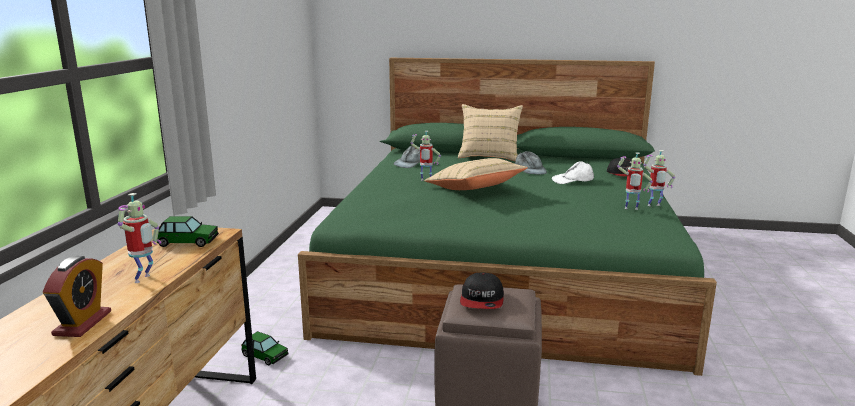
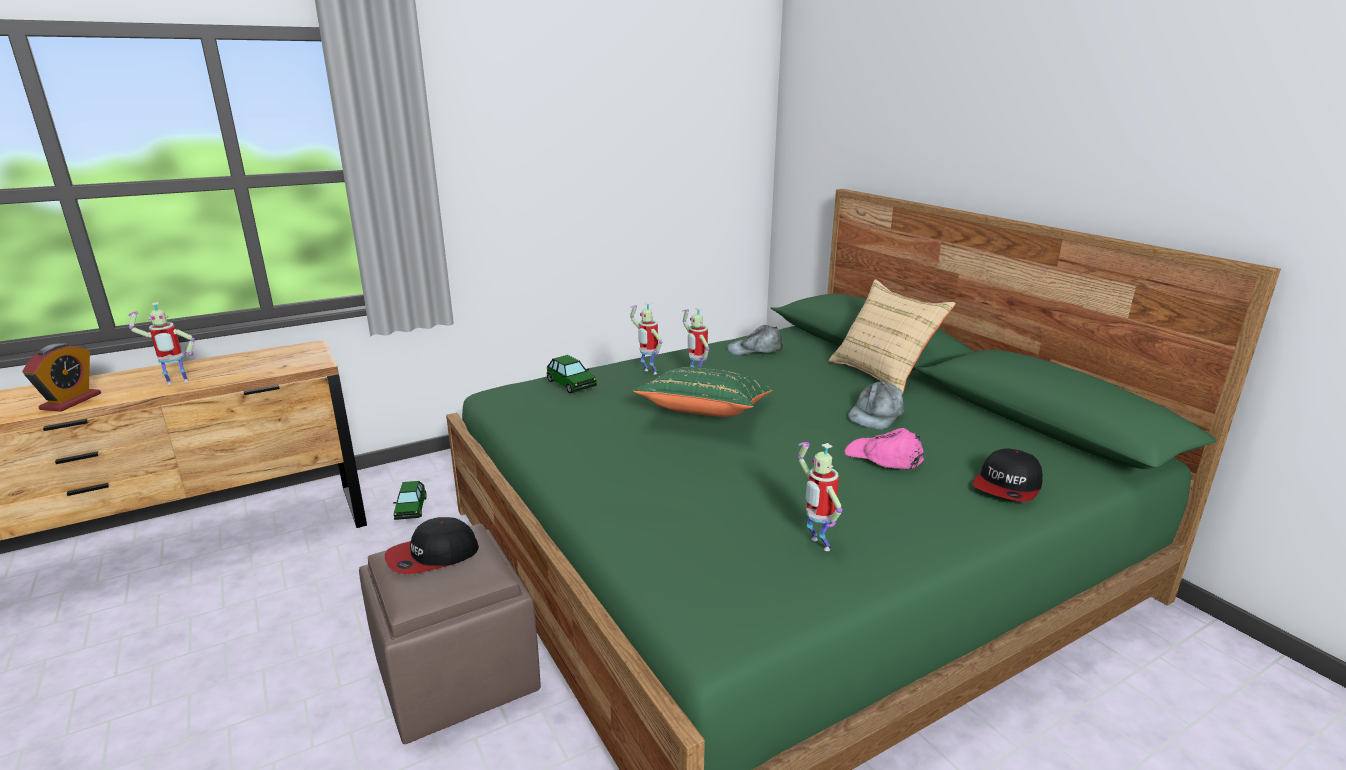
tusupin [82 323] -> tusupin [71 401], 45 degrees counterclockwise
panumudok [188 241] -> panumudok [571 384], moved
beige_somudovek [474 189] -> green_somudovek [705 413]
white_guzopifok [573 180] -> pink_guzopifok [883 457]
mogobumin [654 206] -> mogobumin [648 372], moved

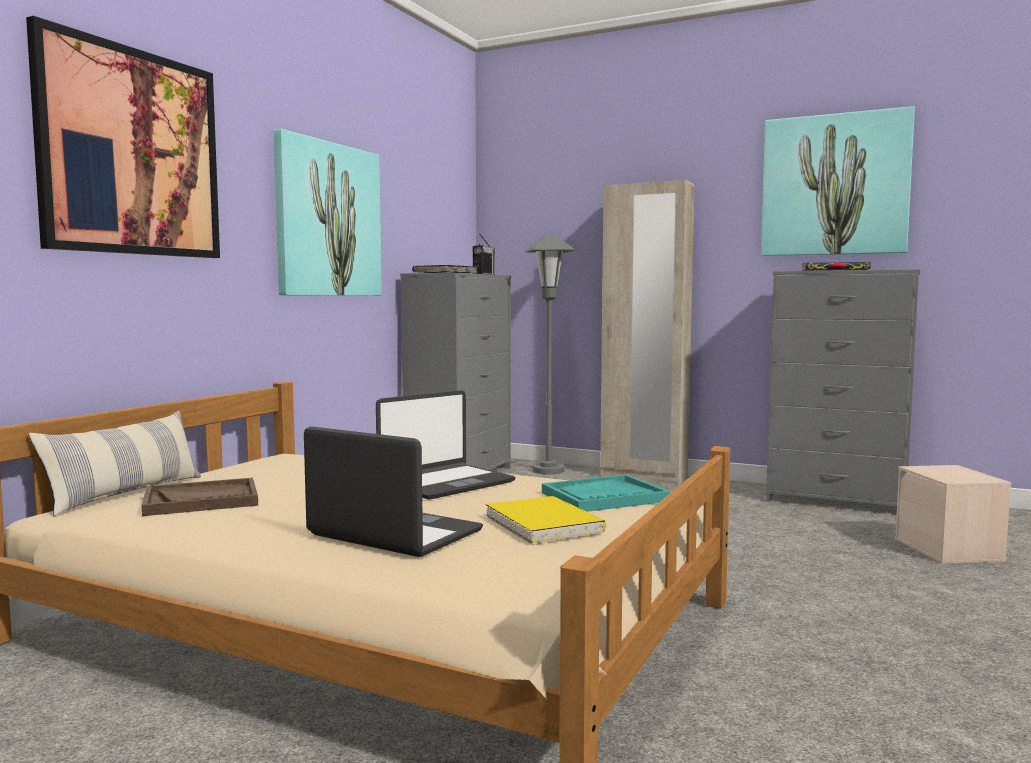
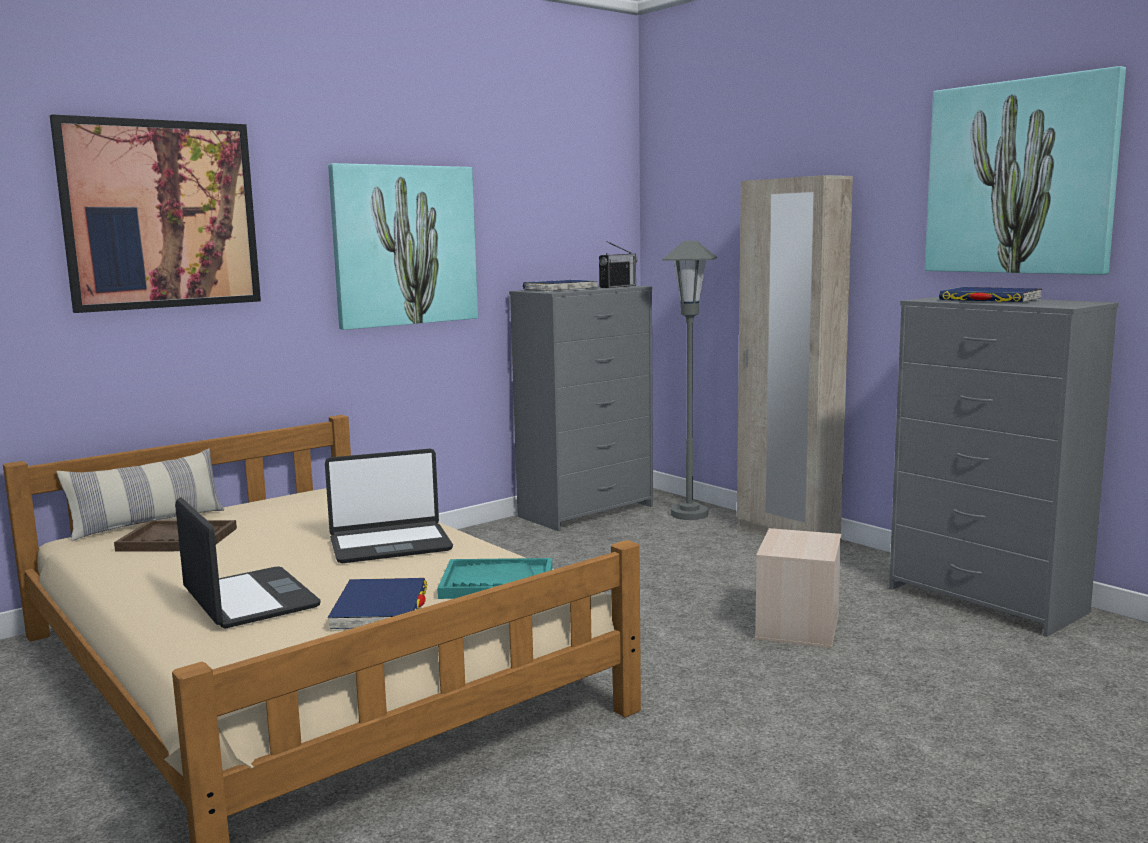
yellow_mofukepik [543 525] -> blue_mofukepik [380 609]
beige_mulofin [949 549] -> beige_mulofin [799 627], moved

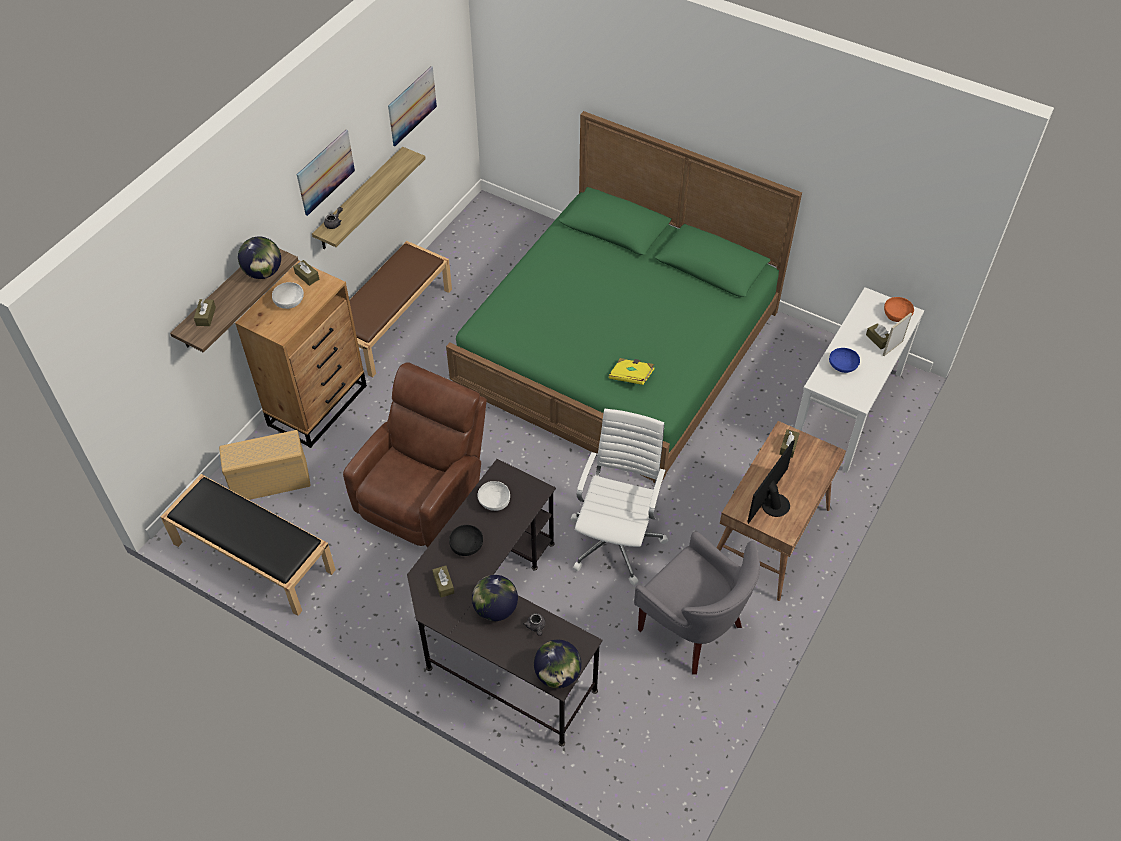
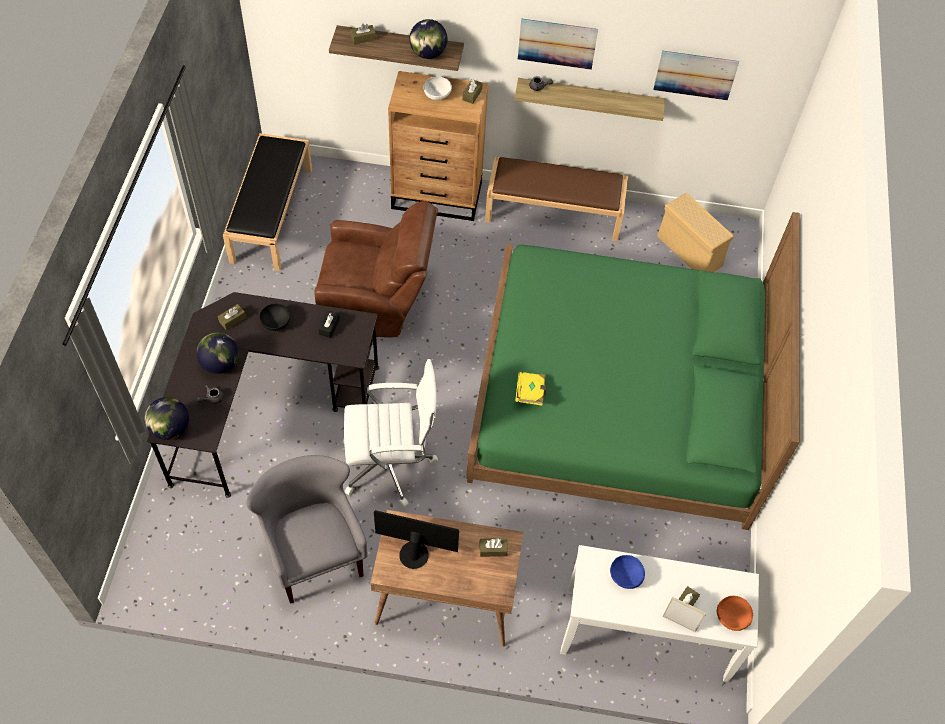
beige_mulofin [272 482] -> beige_mulofin [690 251], moved
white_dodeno [494 502] -> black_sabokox [329 327]
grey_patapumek [692 630] -> grey_patapumek [315 556], 135 degrees clockwise

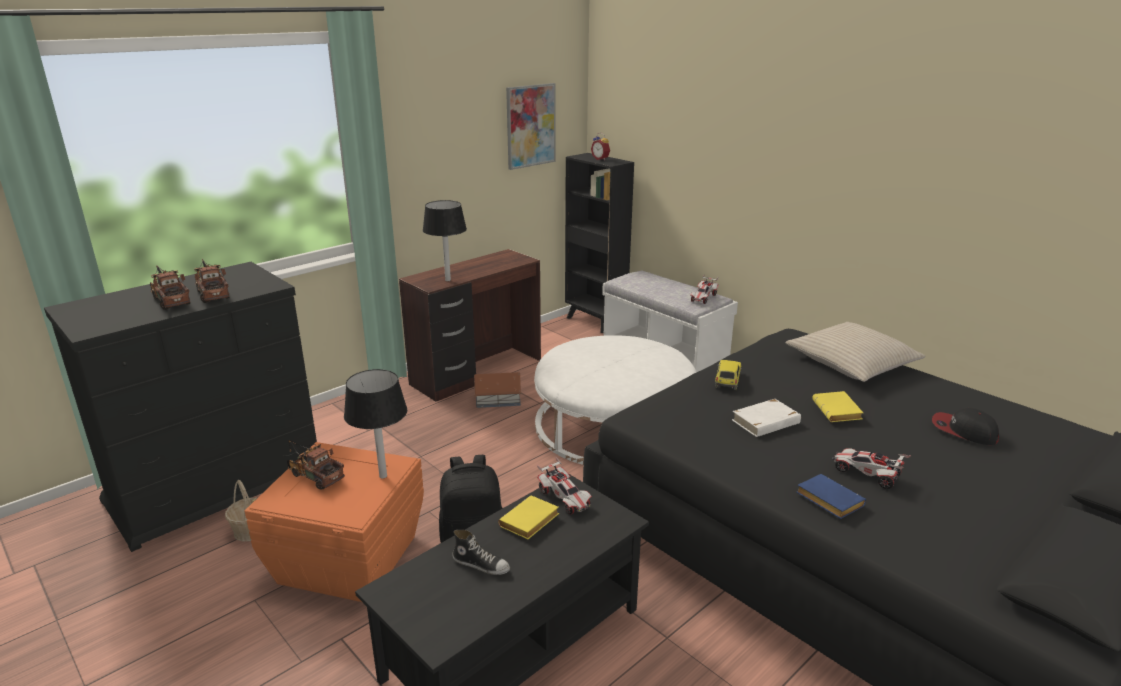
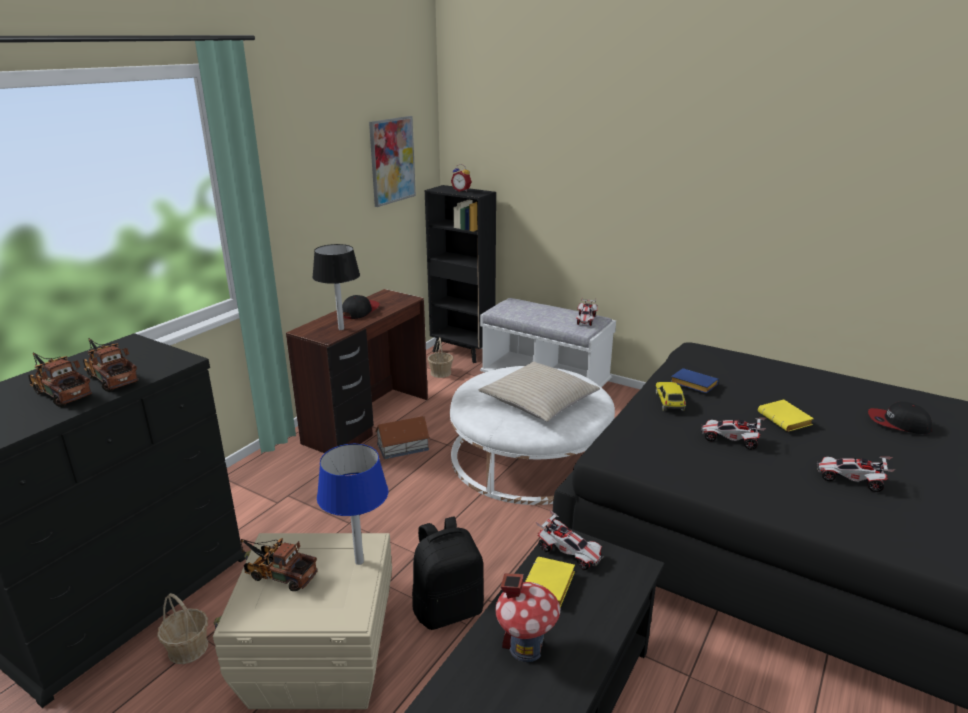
orange_mulofin [346 560] -> beige_mulofin [318 661]
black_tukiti [383 476] -> blue_tukiti [359 562]
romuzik [481 564] -> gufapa [526 648]
white_mofukepik [766 422] -> panumudok [730 440]
beige_somudovek [852 363] -> beige_somudovek [539 401], moved
blue_mofukepik [827 500] -> blue_mofukepik [692 384], moved
none -> guzopifok [360 311]
none -> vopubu [441 373]

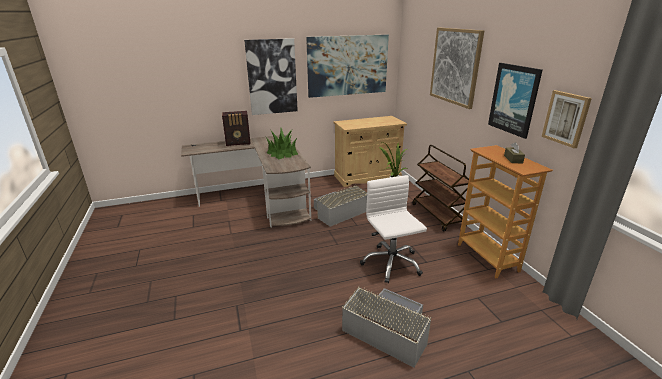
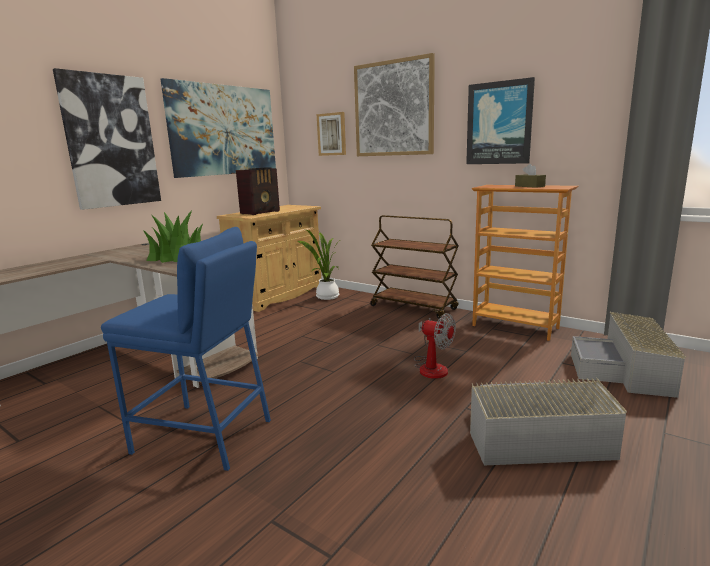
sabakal [239 143] -> sabakal [261 212], moved
grey_mulofin [338 212] -> grey_mulofin [624 370], moved
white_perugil [391 263] -> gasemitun [431 367]
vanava [566 118] -> vanava [332 134], moved
none -> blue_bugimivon [204 436]

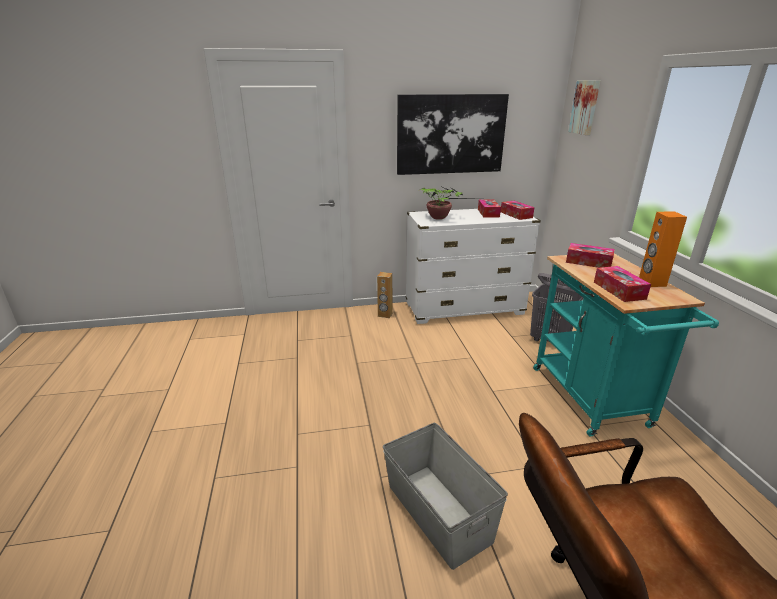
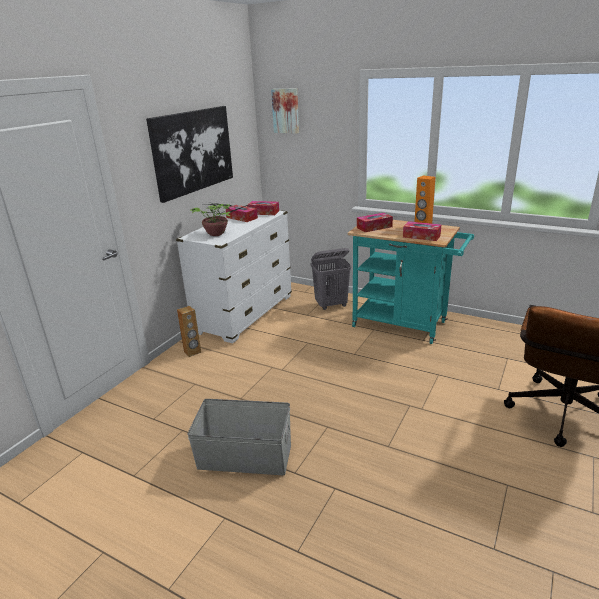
grey_mulofin [438 511] -> grey_mulofin [244 456], moved

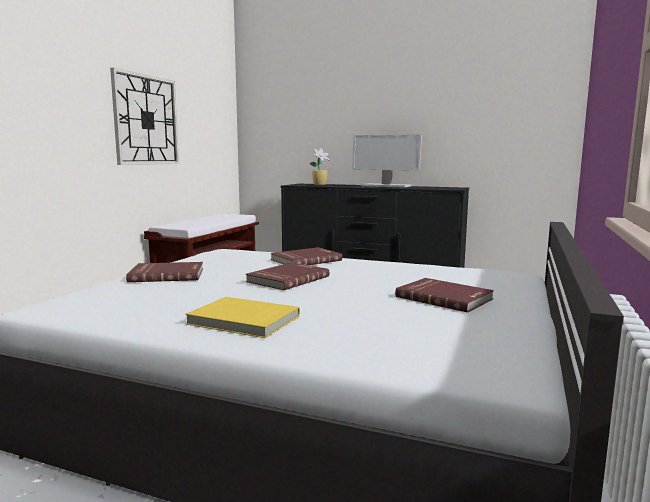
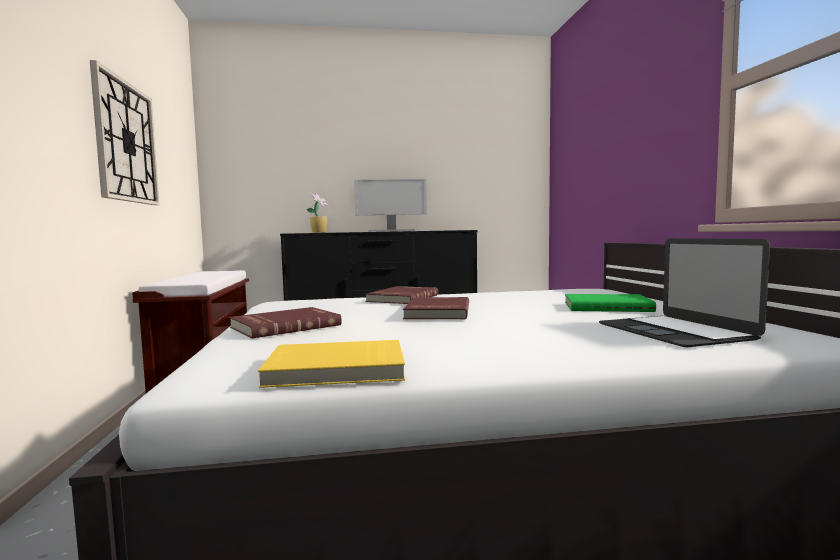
yellow_mofukepik [243 321] -> yellow_mofukepik [336 369], moved
red_mofukepik [444 297] -> green_mofukepik [606 306]
none -> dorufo [674 331]

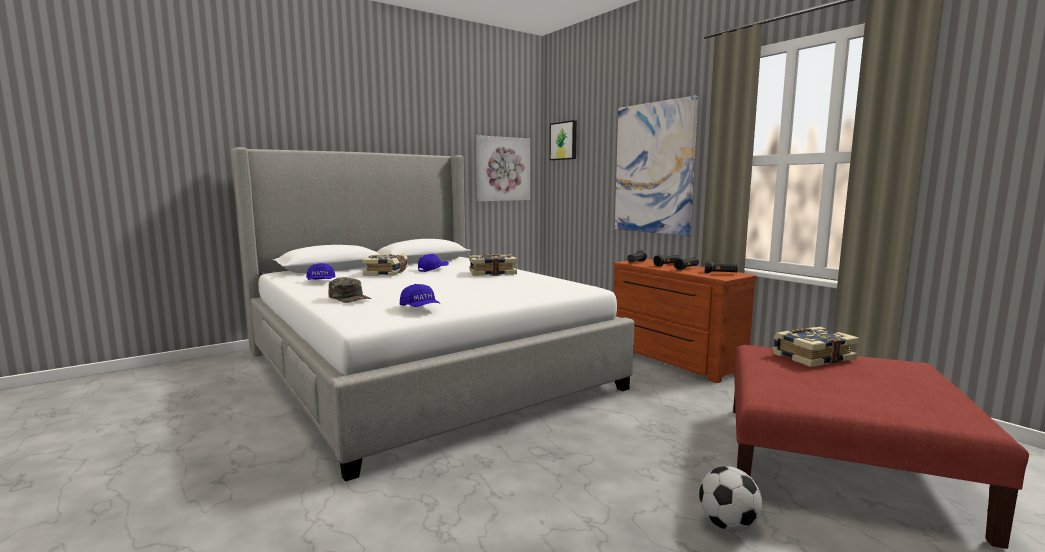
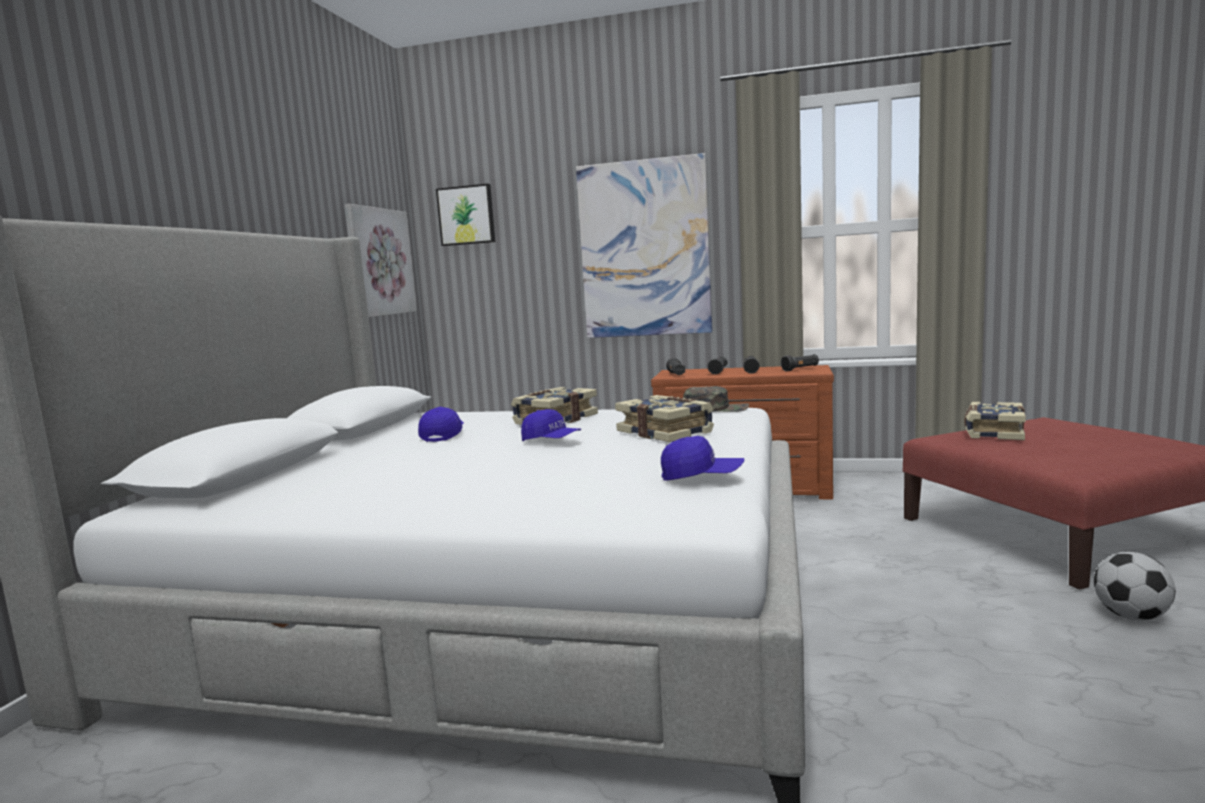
blue_guzopifok [321 282] -> blue_guzopifok [551 441], moved
green_guzopifok [350 297] -> green_guzopifok [715 409], moved
mofukepik [387 273] -> mofukepik [666 432], moved

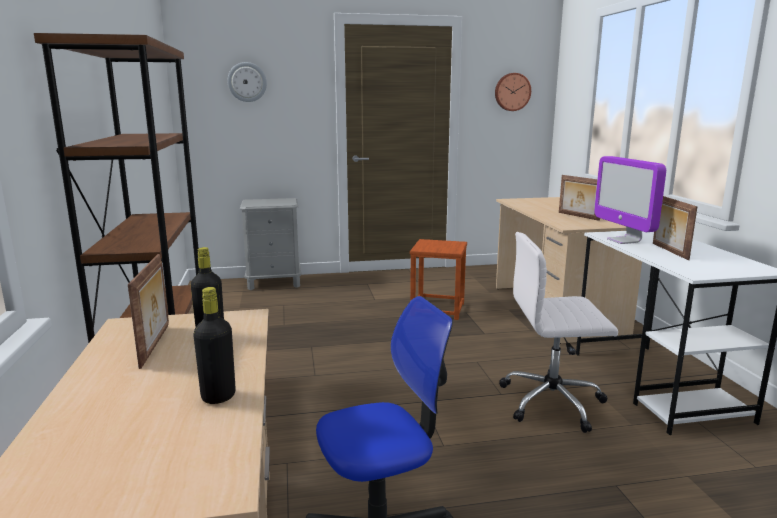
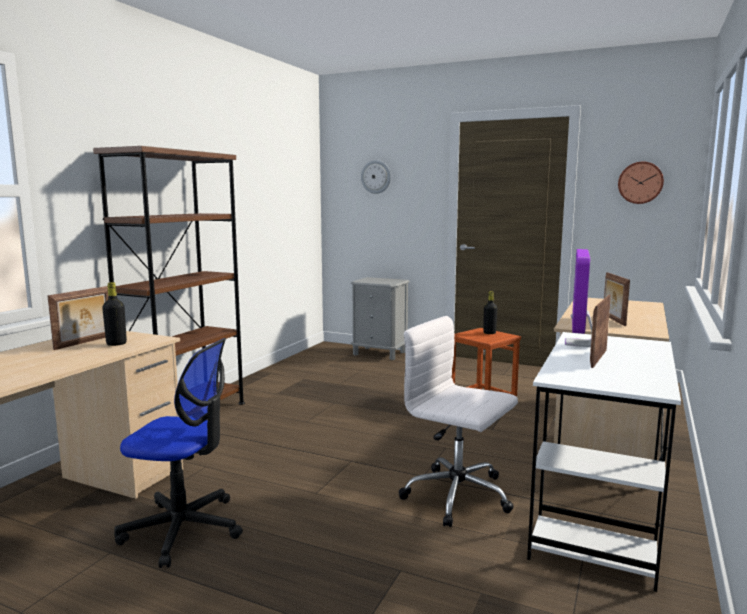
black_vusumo [218 396] -> black_vusumo [489 333], moved

